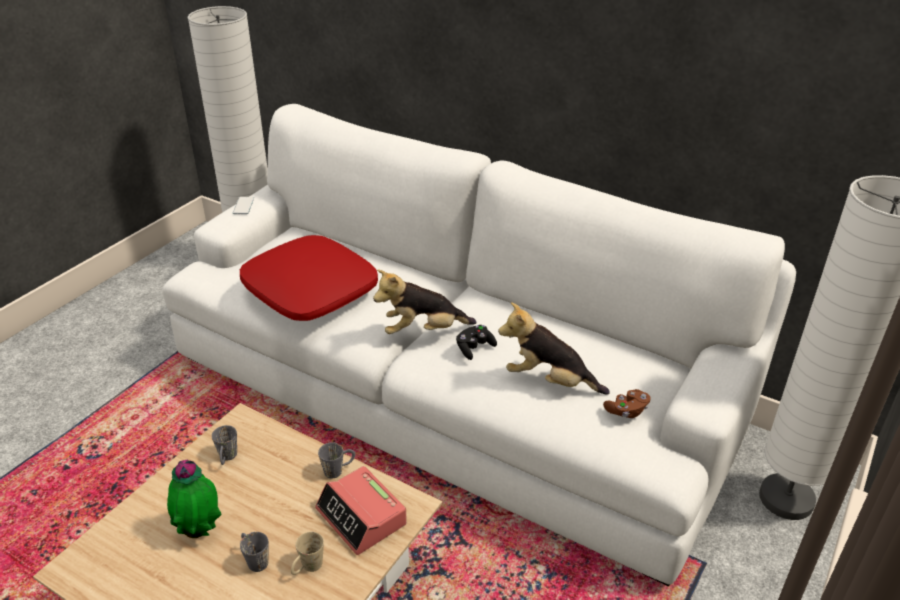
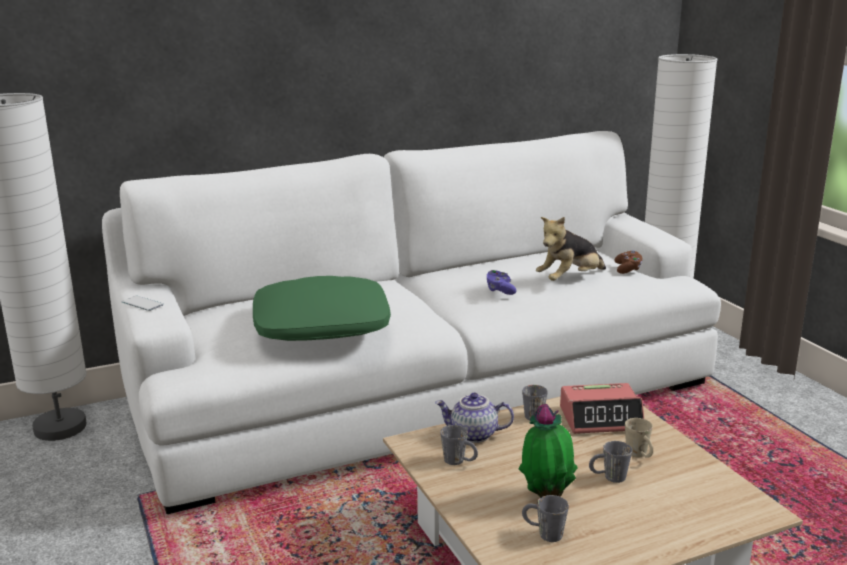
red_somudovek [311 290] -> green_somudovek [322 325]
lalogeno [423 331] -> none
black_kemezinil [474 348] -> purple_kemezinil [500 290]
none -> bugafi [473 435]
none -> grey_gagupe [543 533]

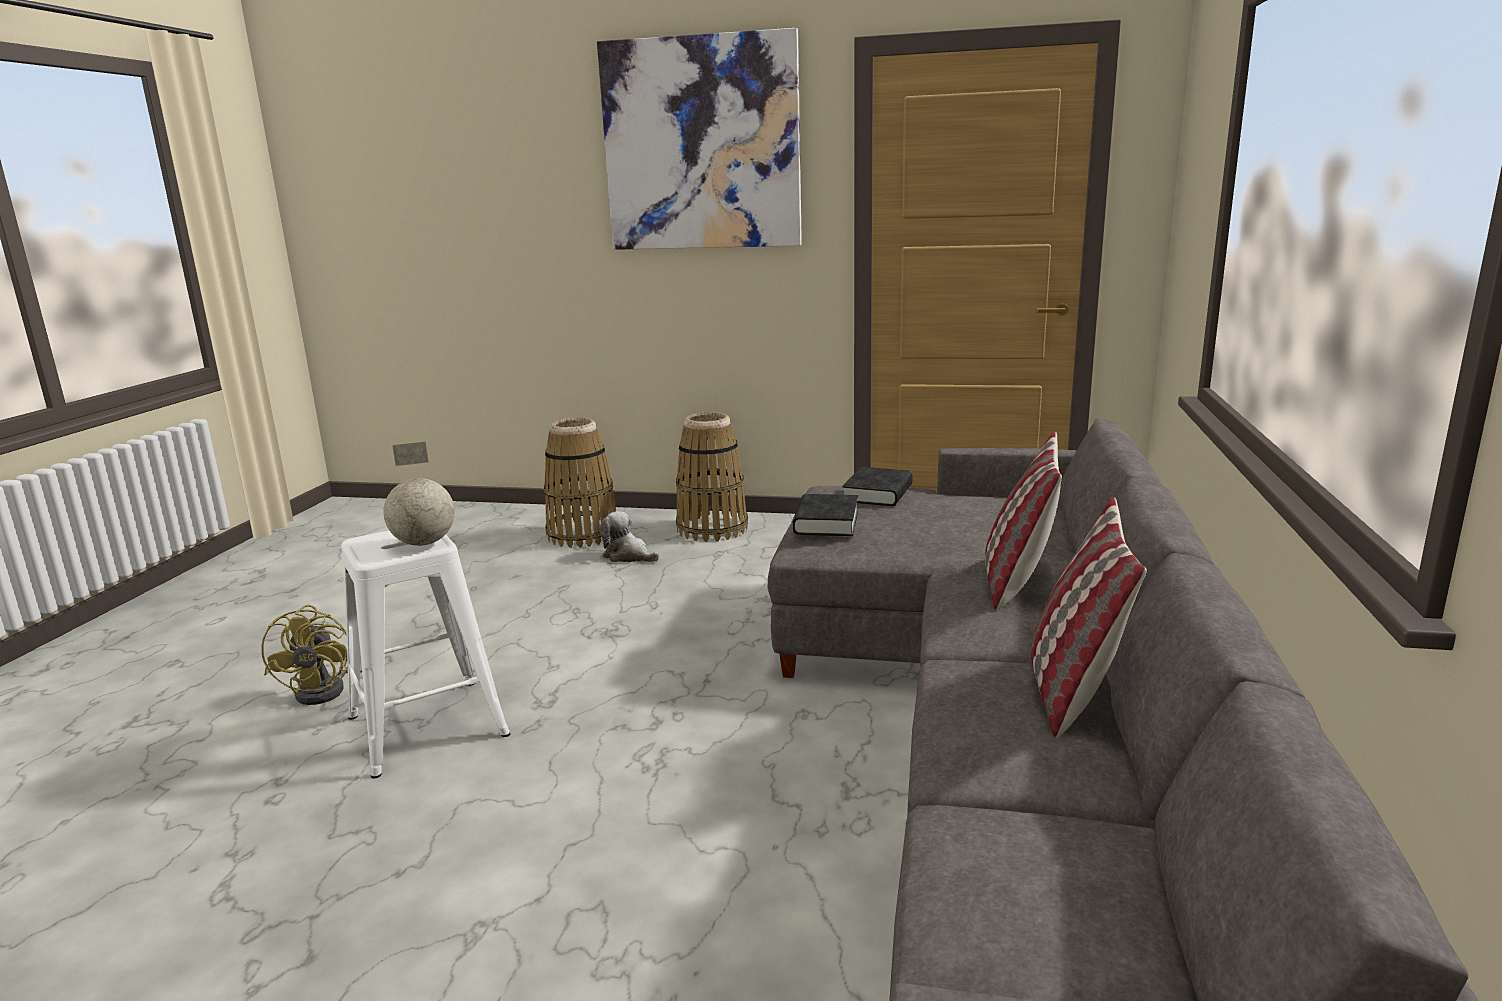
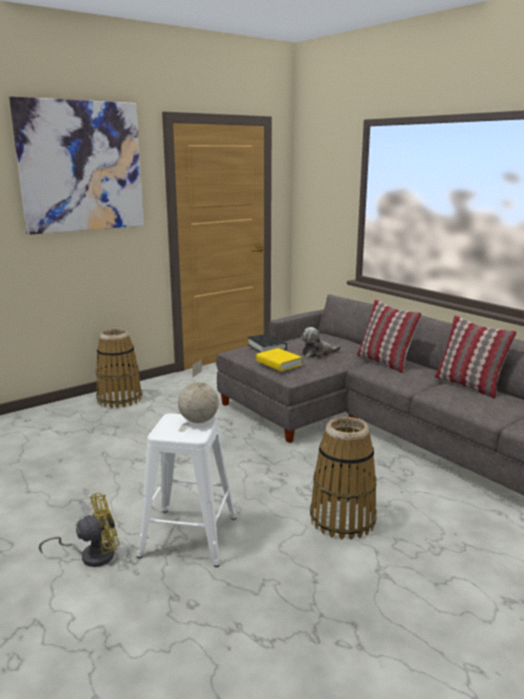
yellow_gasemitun [331 689] -> yellow_gasemitun [91 555], 60 degrees counterclockwise
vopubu [582 534] -> vopubu [342 519], moved
lalogeno [628 556] -> lalogeno [318 353], moved
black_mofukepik [826 522] -> yellow_mofukepik [278 363]

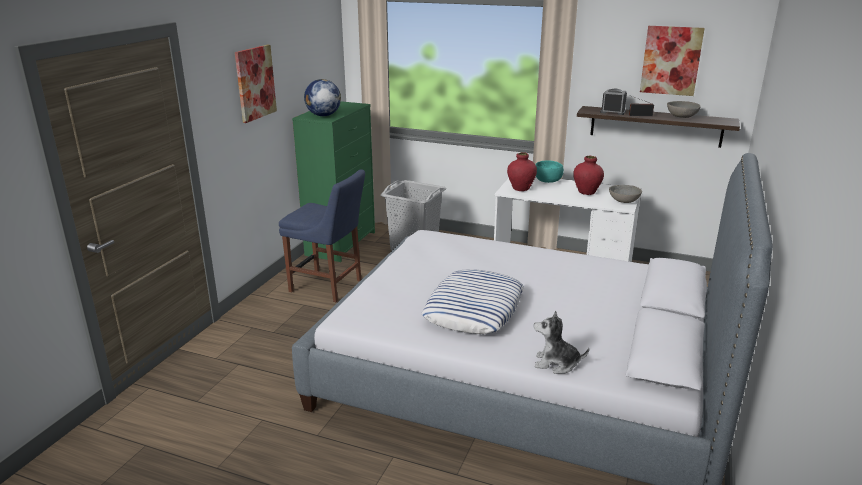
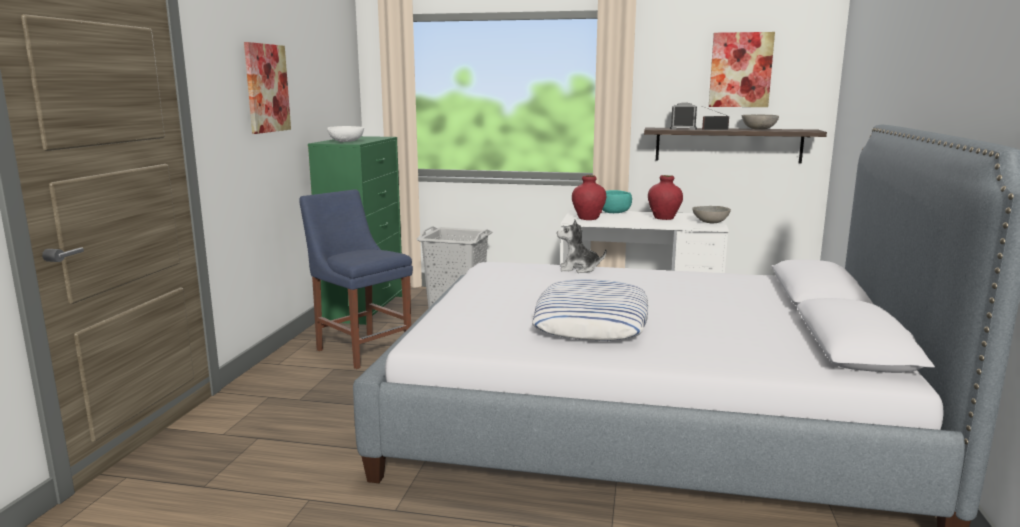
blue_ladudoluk [328 286] -> blue_ladudoluk [361 349], 150 degrees counterclockwise
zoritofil [323 115] -> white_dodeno [346 141]
lalogeno [556 364] -> lalogeno [578 269], moved

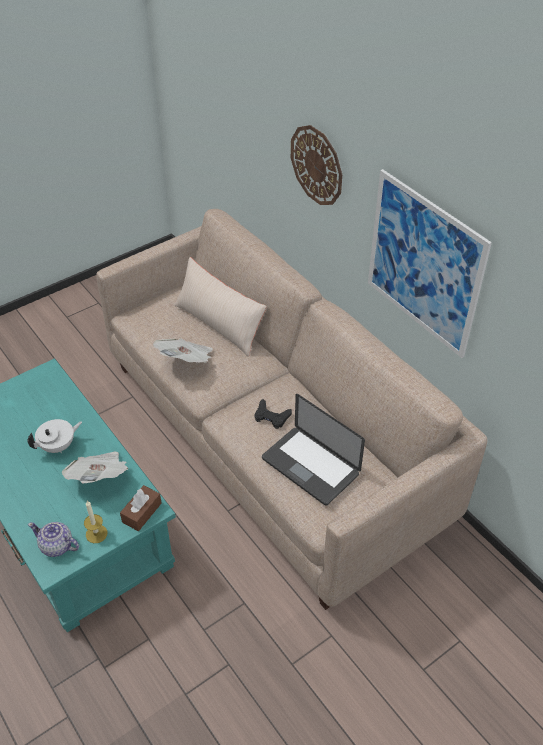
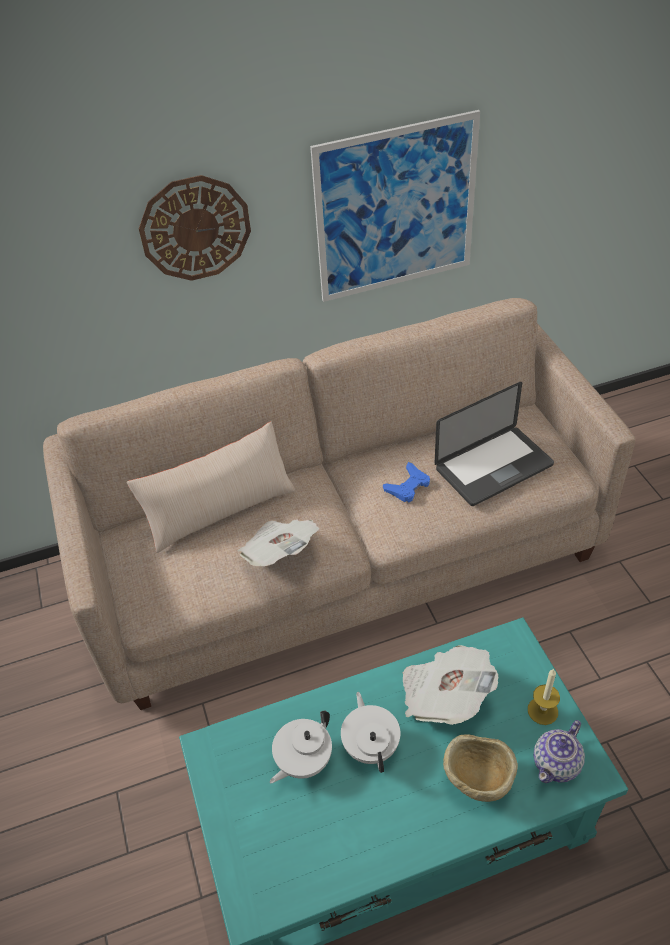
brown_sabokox [142 512] -> none
black_kemezinil [271 417] -> blue_kemezinil [408 486]
none -> white_bugafi [303 761]
none -> beige_dodeno [477 781]

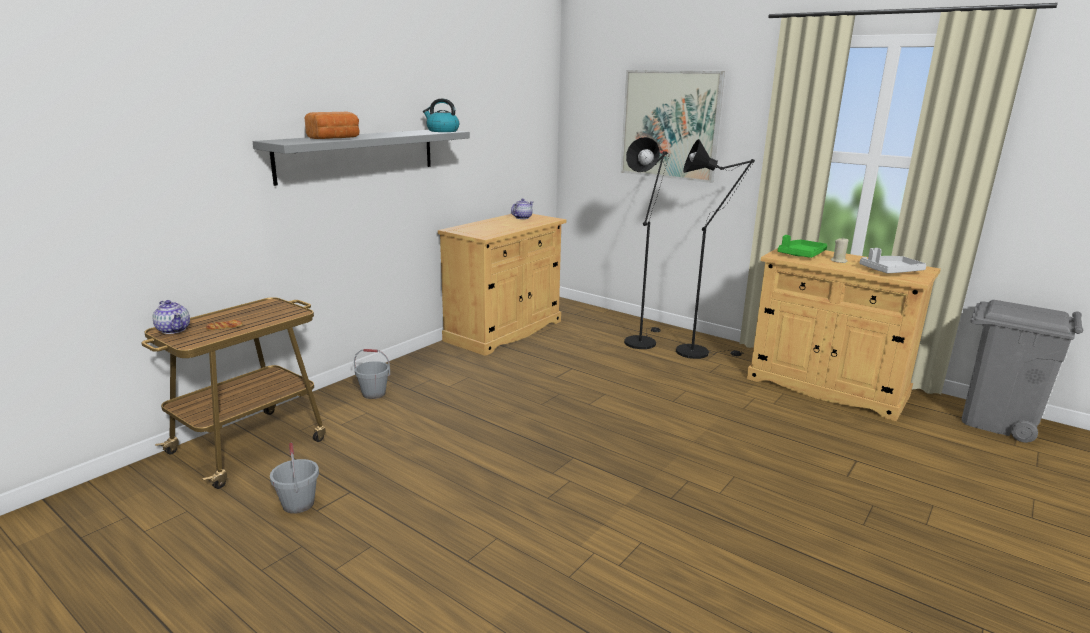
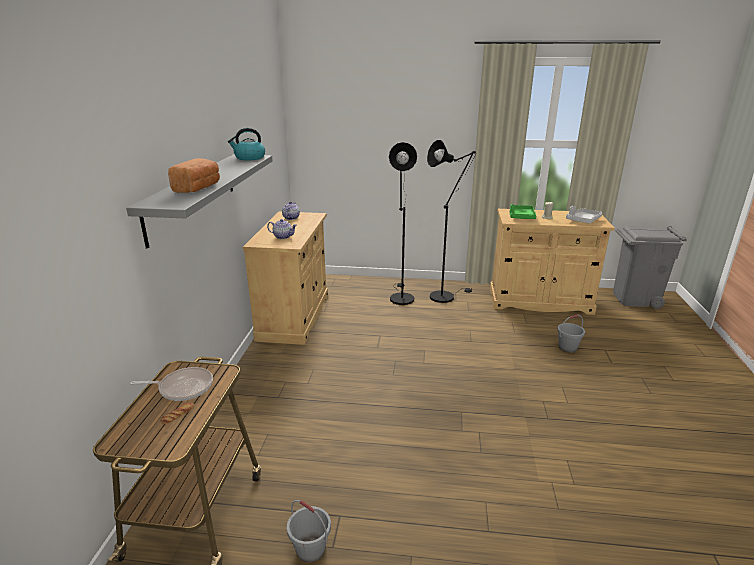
bugafi [174 330] -> bugafi [283 237], moved
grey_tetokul [374 393] -> grey_tetokul [567 348], moved
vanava [670 125] -> none
none -> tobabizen [183 388]

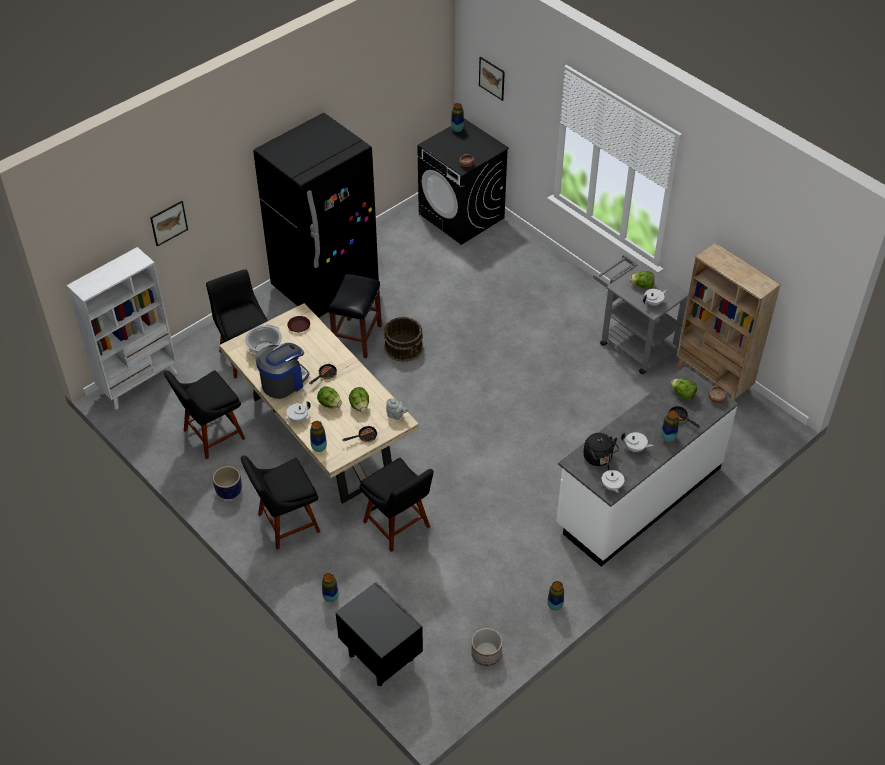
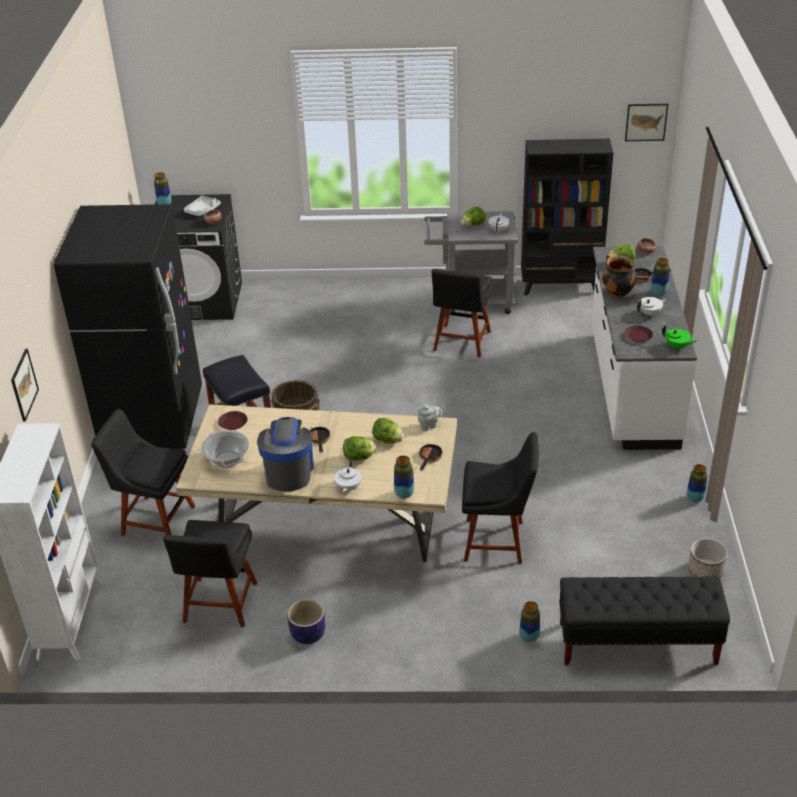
black_ladudoluk [285 524] -> black_ladudoluk [461 342], moved
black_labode [380 656] -> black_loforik [636 643]
vanava [492 78] -> vanava [646 122], moved
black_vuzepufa [599 458] -> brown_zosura [638 336]
white_bugafi [611 486] -> green_bugafi [677 346]
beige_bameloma [713 380] -> black_bameloma [560 286]
none -> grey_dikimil [203 210]
none -> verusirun [616 292]

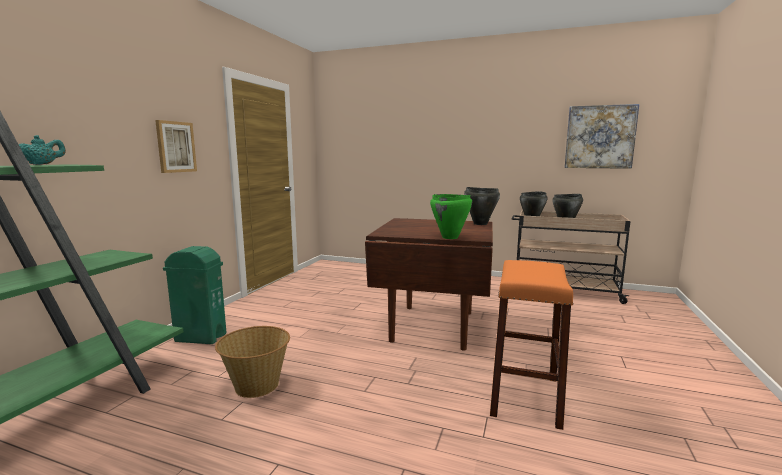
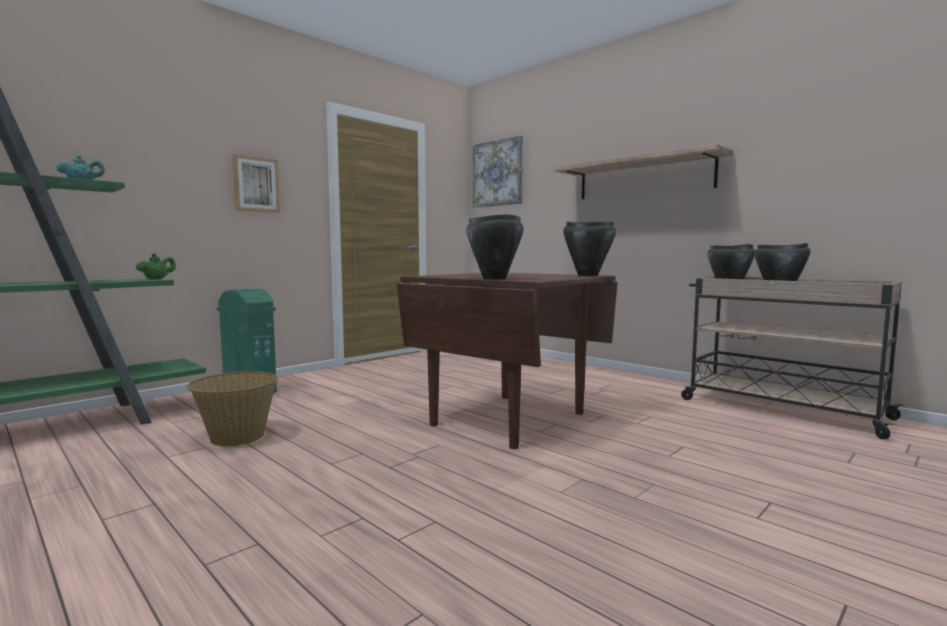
green_verusirun [450 237] -> black_verusirun [494 279]
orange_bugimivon [525 396] -> none
vanava [600 137] -> vanava [498 173], moved
none -> green_bugafi [157 279]
none -> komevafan [643 178]

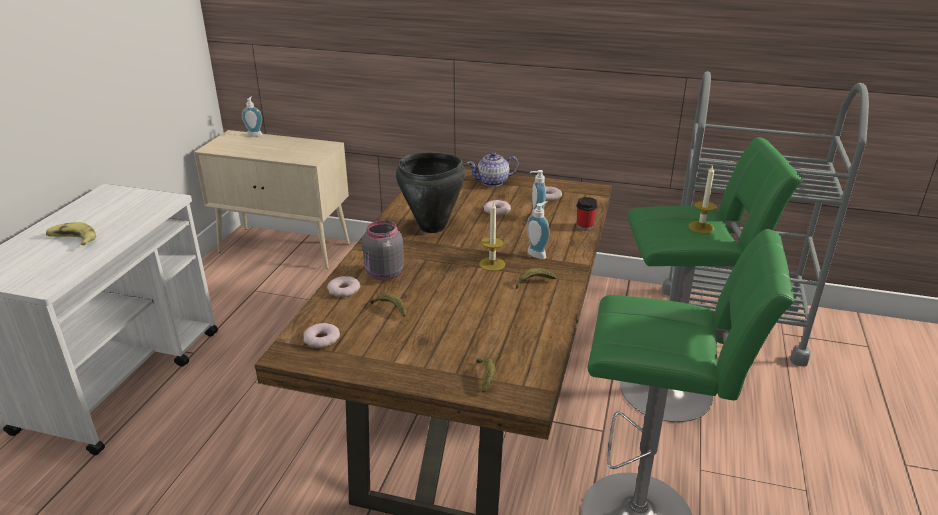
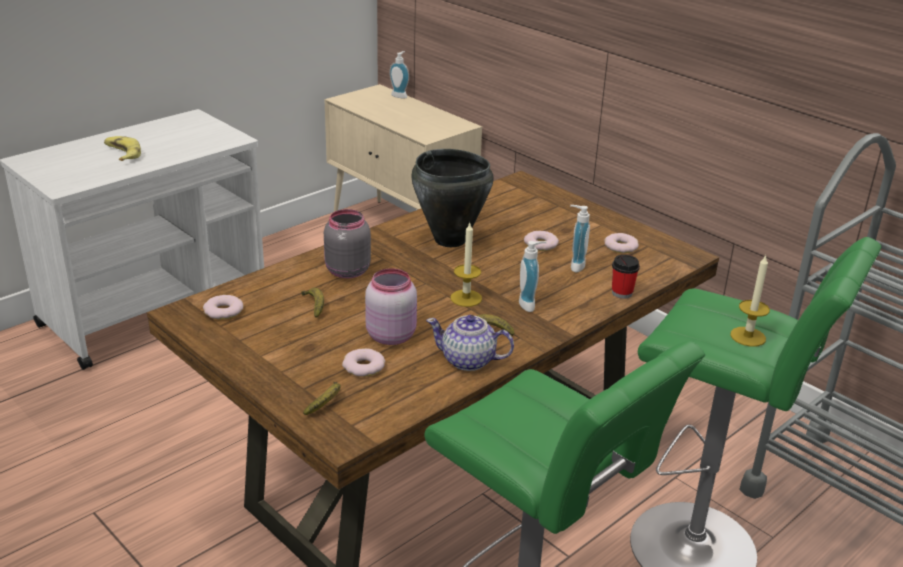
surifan [344 290] -> surifan [363 367], moved
bugafi [493 182] -> bugafi [469 361], moved
none -> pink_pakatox [391 335]

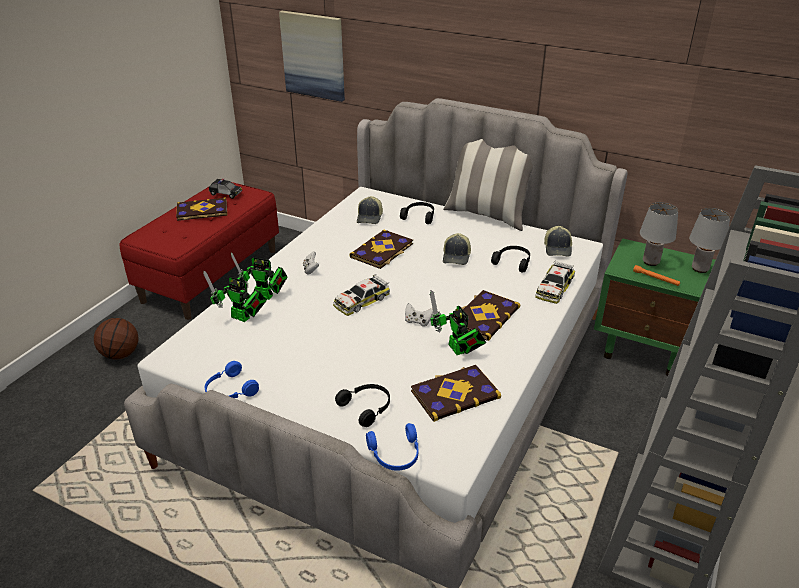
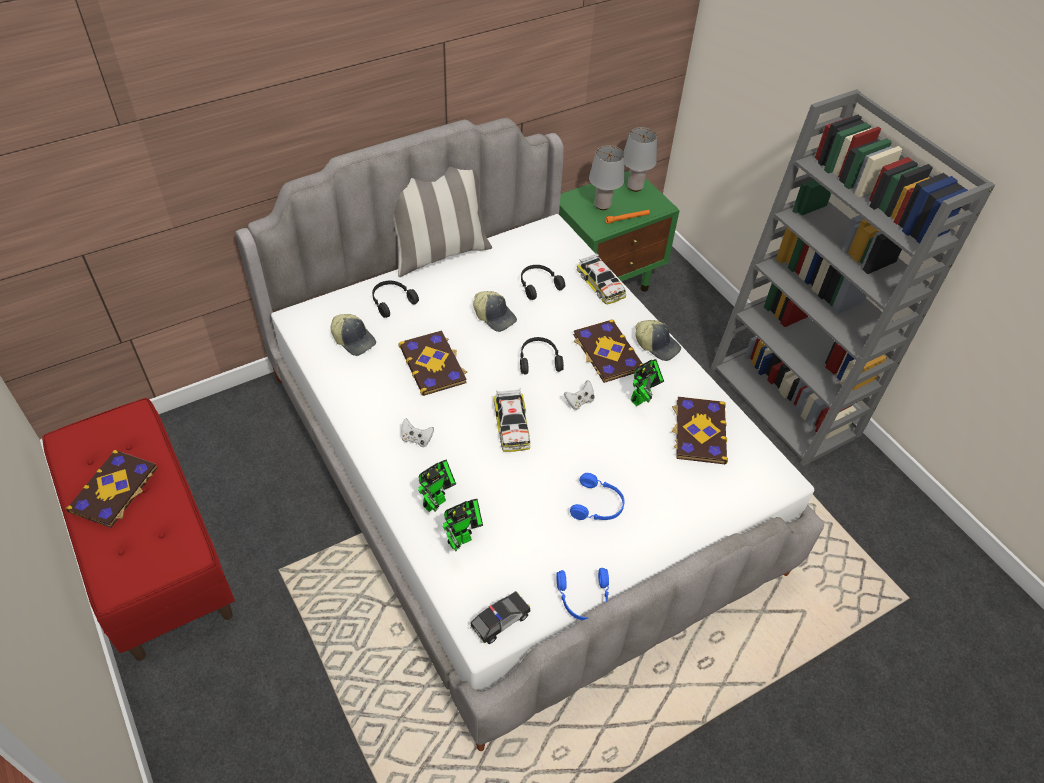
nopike [120 354] -> none
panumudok [225 194] -> panumudok [499 621], moved
vanava [313 55] -> none
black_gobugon [367 407] -> black_gobugon [539 360], moved
blue_gobugon [395 455] -> blue_gobugon [598 505], moved
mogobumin [458 350] -> mogobumin [643 397], 45 degrees counterclockwise
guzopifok [558 249] -> guzopifok [657 345], moved

